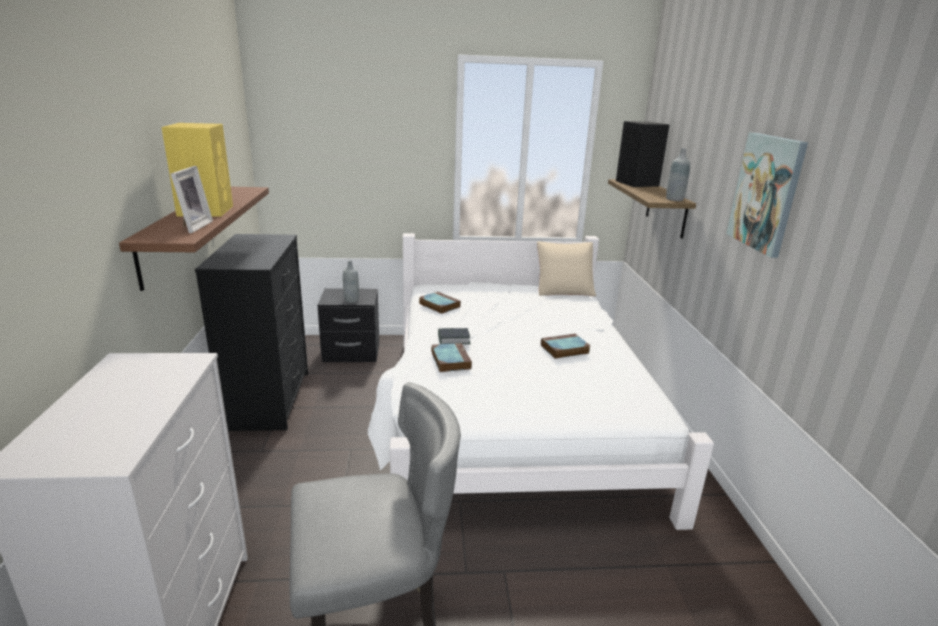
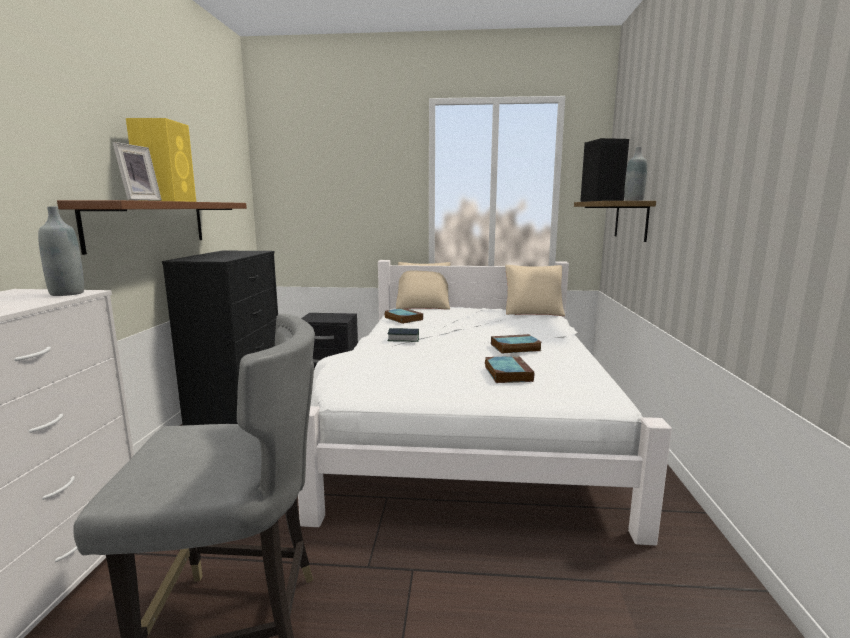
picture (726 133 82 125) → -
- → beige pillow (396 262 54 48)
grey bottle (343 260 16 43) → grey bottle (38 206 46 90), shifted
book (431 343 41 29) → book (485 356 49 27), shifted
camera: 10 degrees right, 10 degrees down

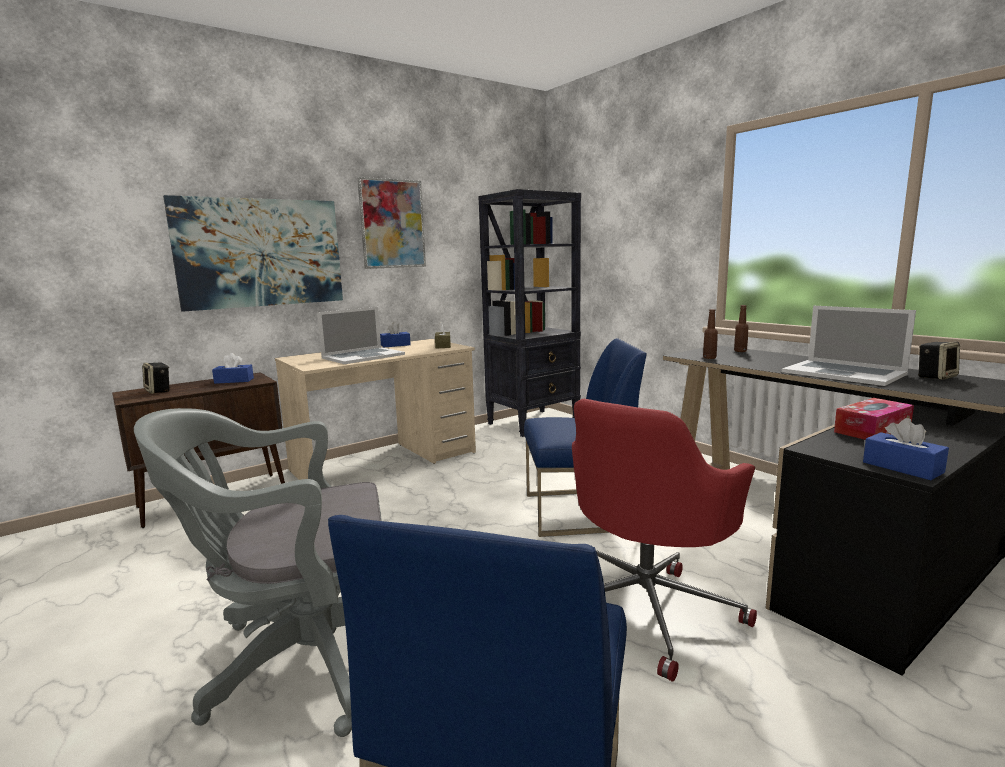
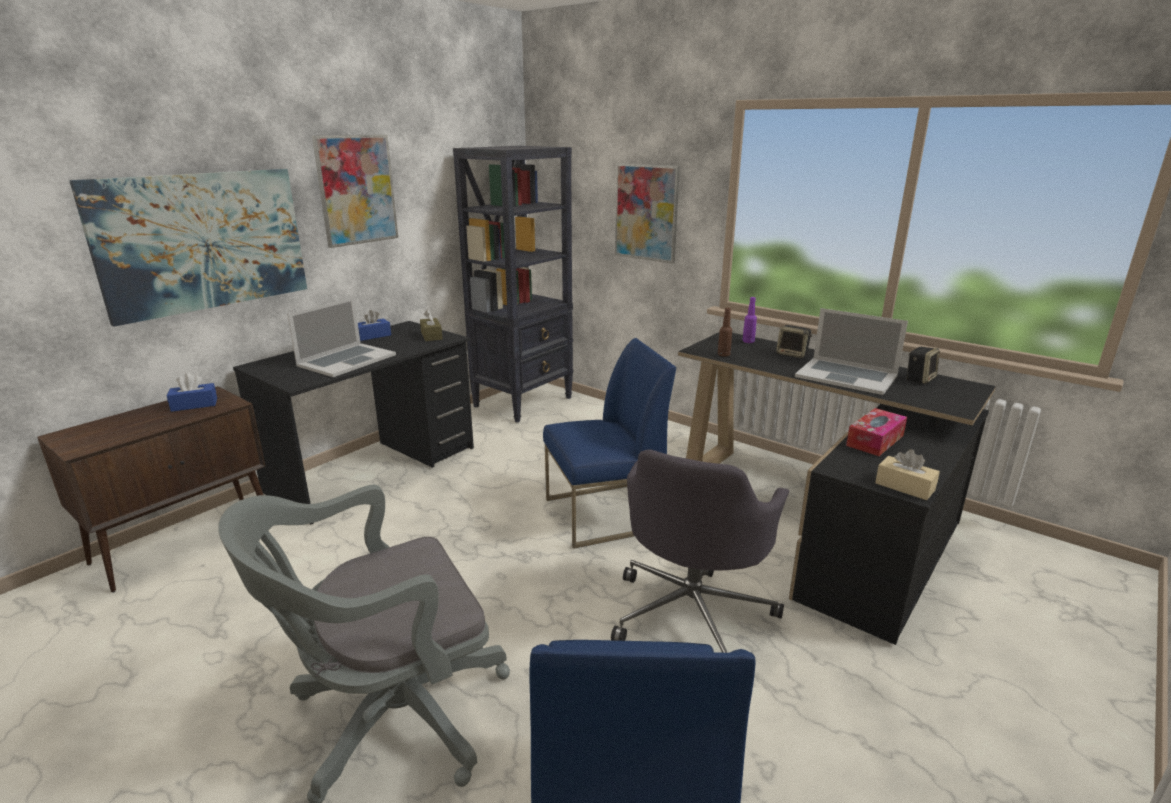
- → picture (615 163 65 101)
speaker (142 363 28 31) → speaker (776 325 37 33), shifted
beige desk (275 339 201 141) → black desk (233 321 241 203)
red office chair (572 399 185 283) → grey office chair (611 449 178 204)
brown bottle (734 305 15 47) → purple bottle (743 297 14 46)
blue tissue box (863 418 86 62) → beige tissue box (875 449 65 51)
camera: 15 degrees left, 10 degrees up

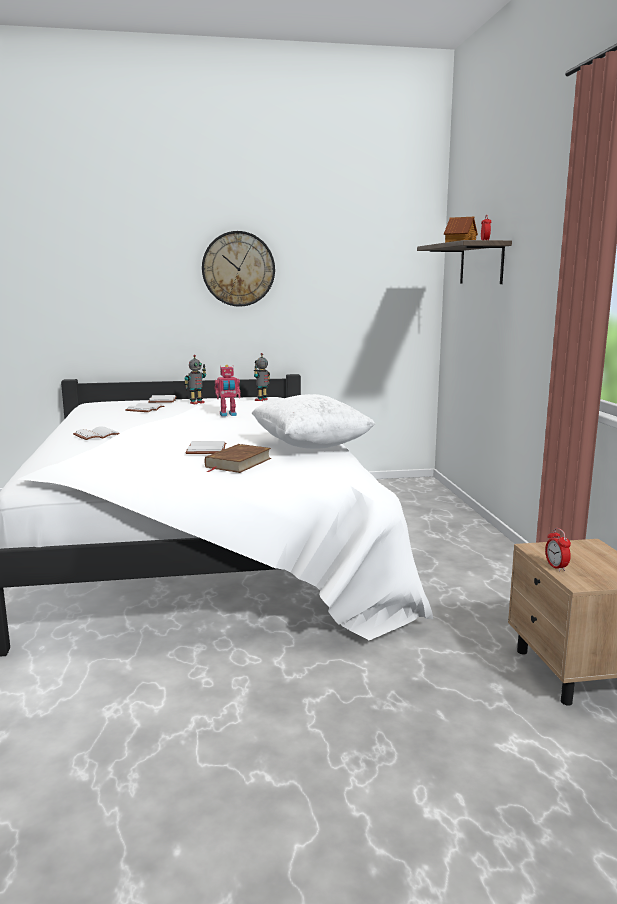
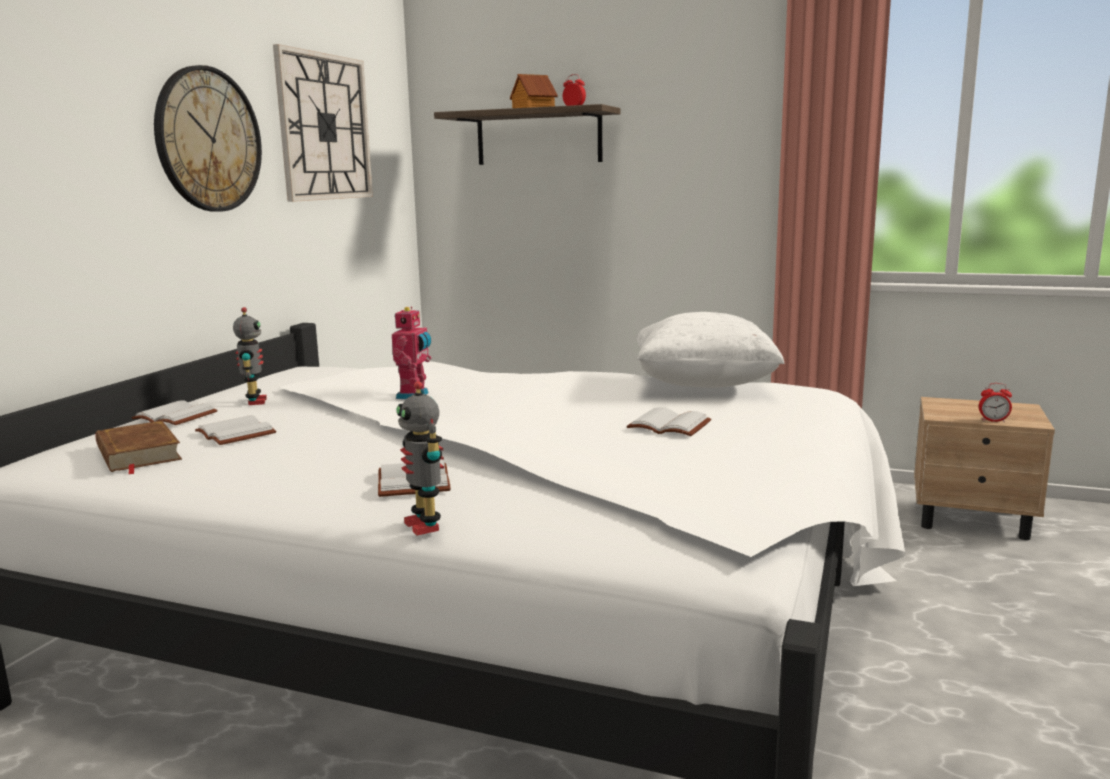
- → wall clock (273 44 100 158)
brown book (205 444 66 29) → brown book (96 421 86 54), shifted
toy robot (254 353 16 48) → toy robot (396 381 48 155), shifted
camera: 60 degrees left, 0 degrees up

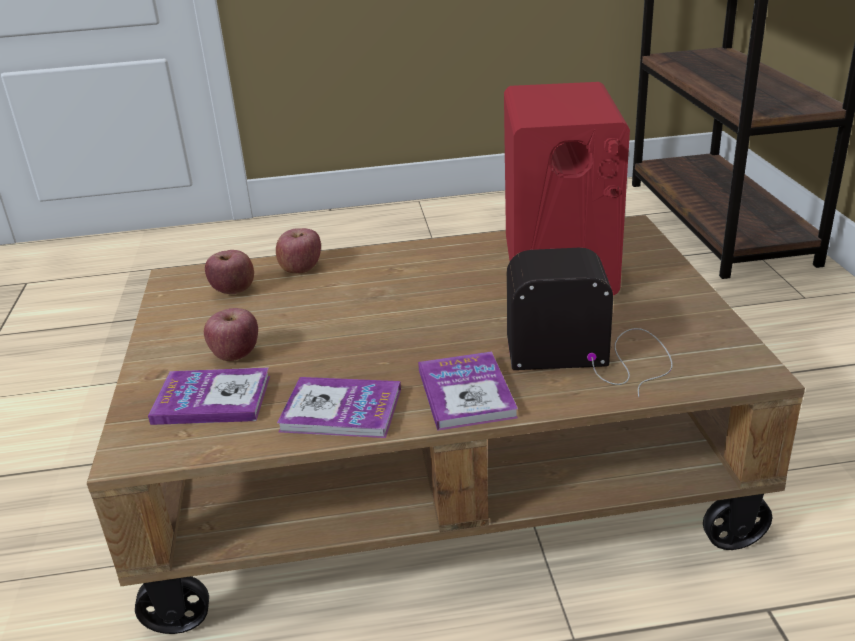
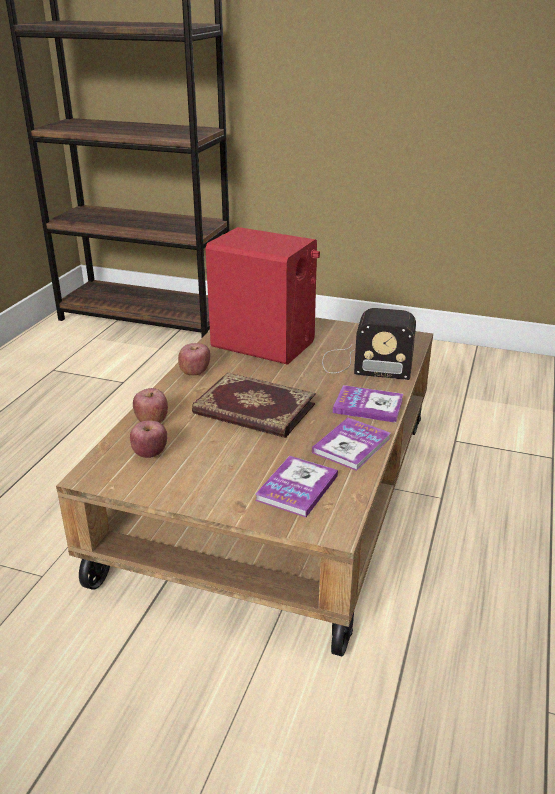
- → book (192 372 123 66)
apple (204 308 54 53) → apple (178 343 32 32), shifted
radio (506 248 167 149) → radio (322 308 94 72), 105 degrees counterclockwise
camera: 65 degrees left, 0 degrees up

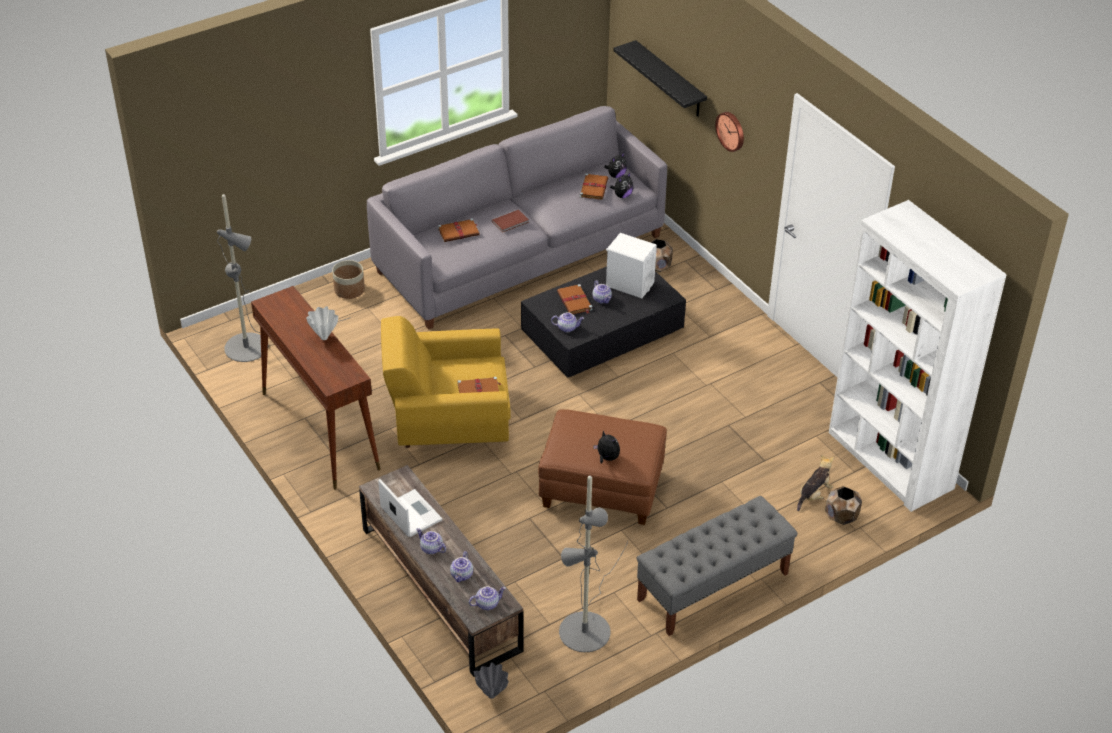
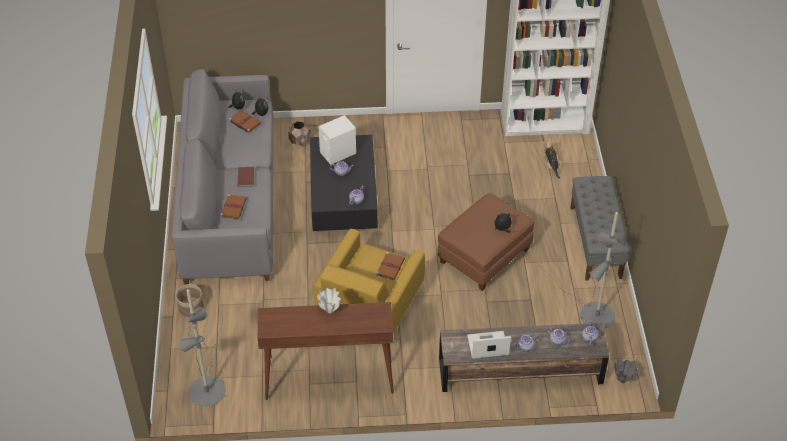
brown book (557 284 36 30) → -
black shelf (613 40 94 77) → -
wall clock (715 112 29 40) → -
brown planter (825 486 37 39) → -
camera: 60 degrees left, 5 degrees up

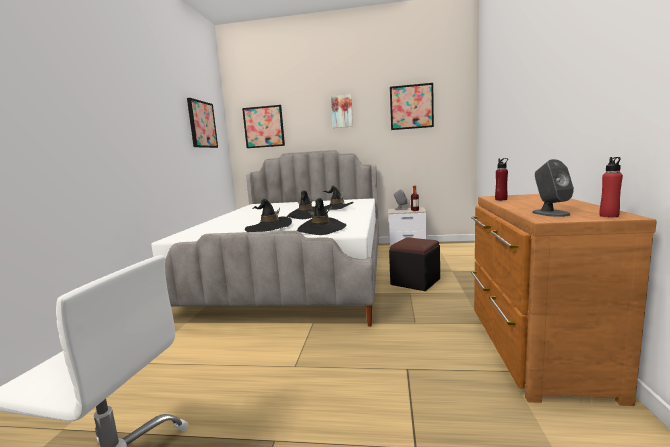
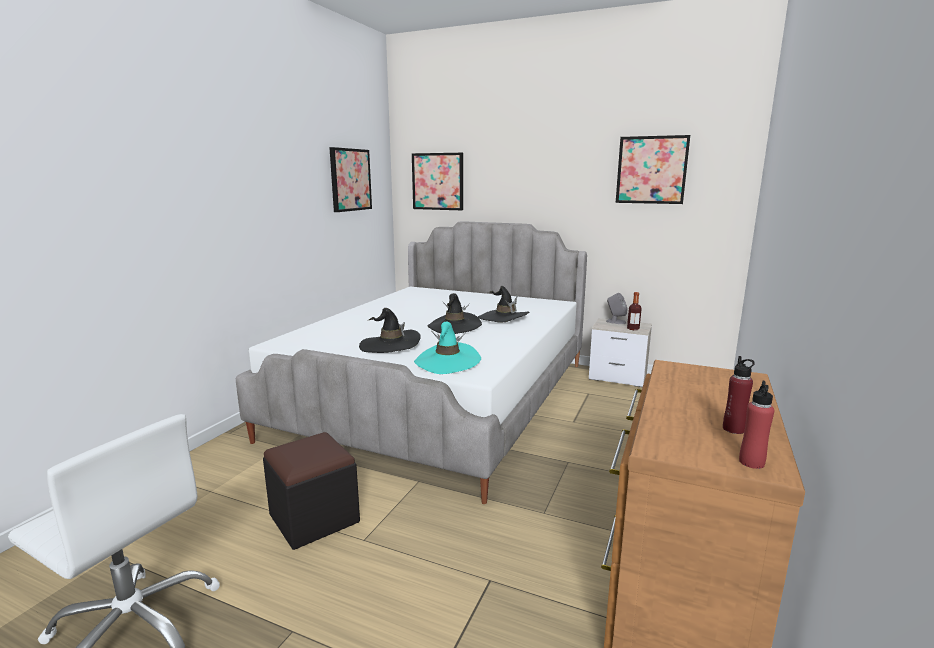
picture (331 94 22 34) → -
grey speaker (532 159 42 58) → -
black ottoman (389 237 51 54) → black ottoman (263 432 97 118), shifted
red bottle (495 158 13 42) → red bottle (723 356 32 78), shifted
black hat (297 198 49 37) → turquoise hat (414 322 67 52)
camera: 15 degrees right, 5 degrees up

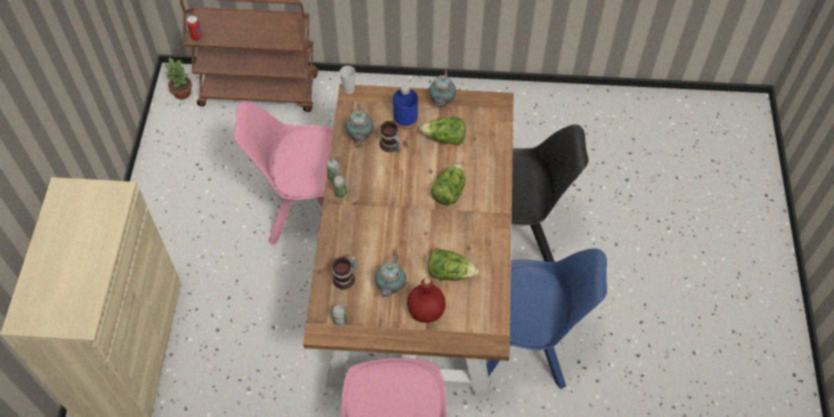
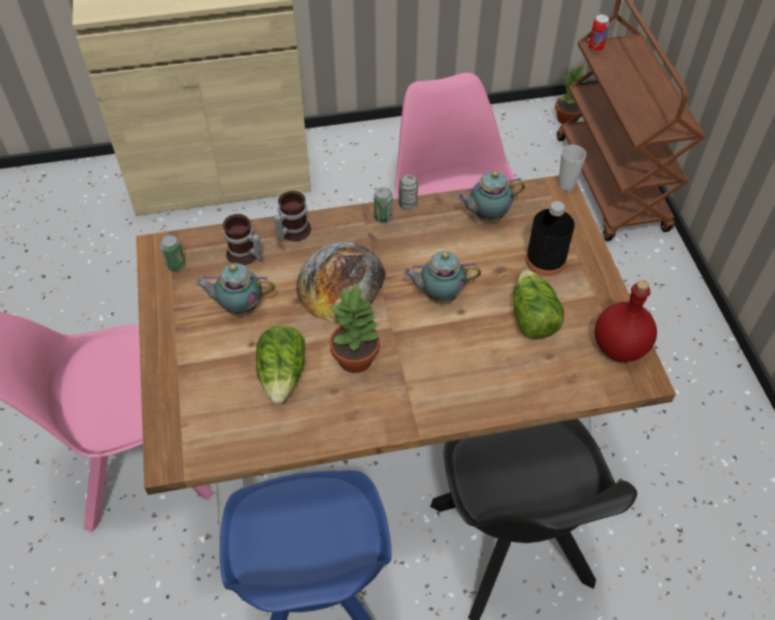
lettuce (431 163 34 42) → -
- → bread (296 241 90 82)
- → potted plant (330 284 51 89)
mug (380 121 21 32) → mug (273 191 38 50), shifted
red bottle (407 277 39 46) → red bottle (595 280 62 82), shifted
teapot (429 70 27 37) → teapot (403 251 78 53), shifted
blue bottle (393 85 25 45) → black bottle (525 201 50 75)
camera: 75 degrees right, 5 degrees down

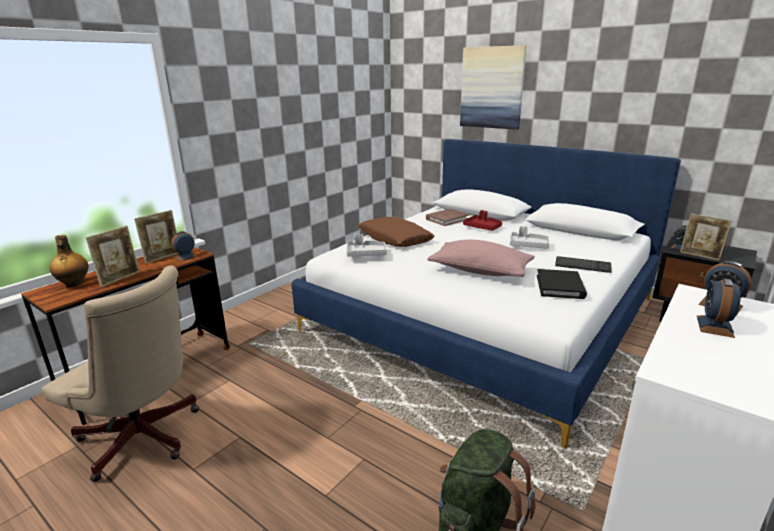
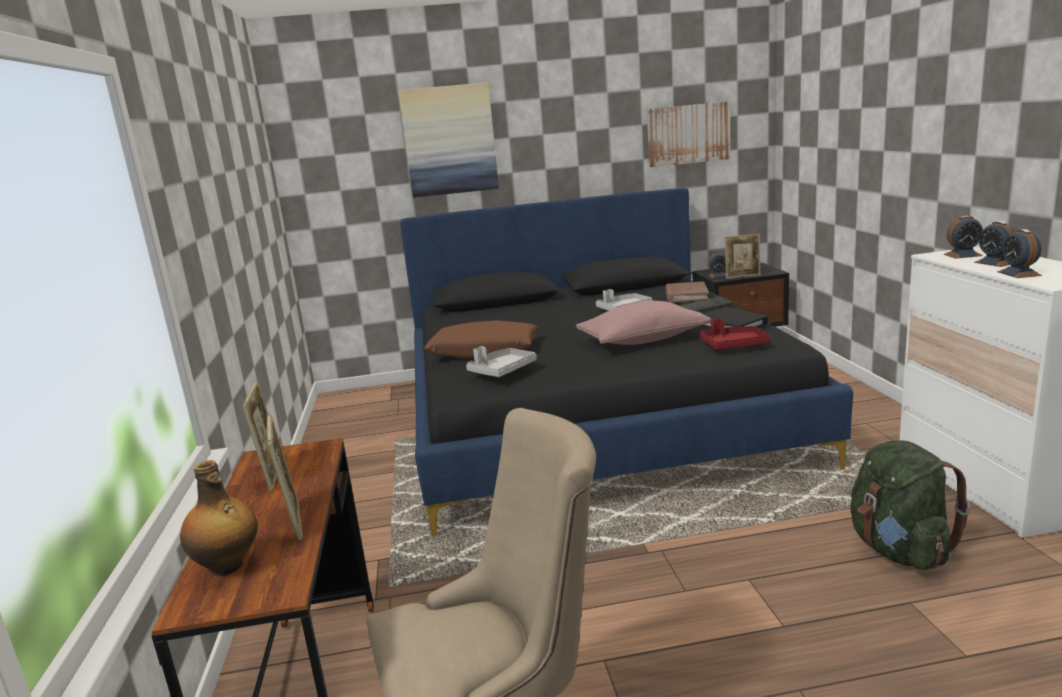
- → picture (647 101 84 66)
alarm clock (171 231 27 31) → alarm clock (997 229 45 49), shifted
brown book (426 209 43 17) → brown book (665 282 44 20), shifted
red tray (463 210 39 21) → red tray (700 318 70 32), shifted
white bed (291 139 390 310) → black bed (400 188 453 348)
camera: 45 degrees left, 5 degrees down

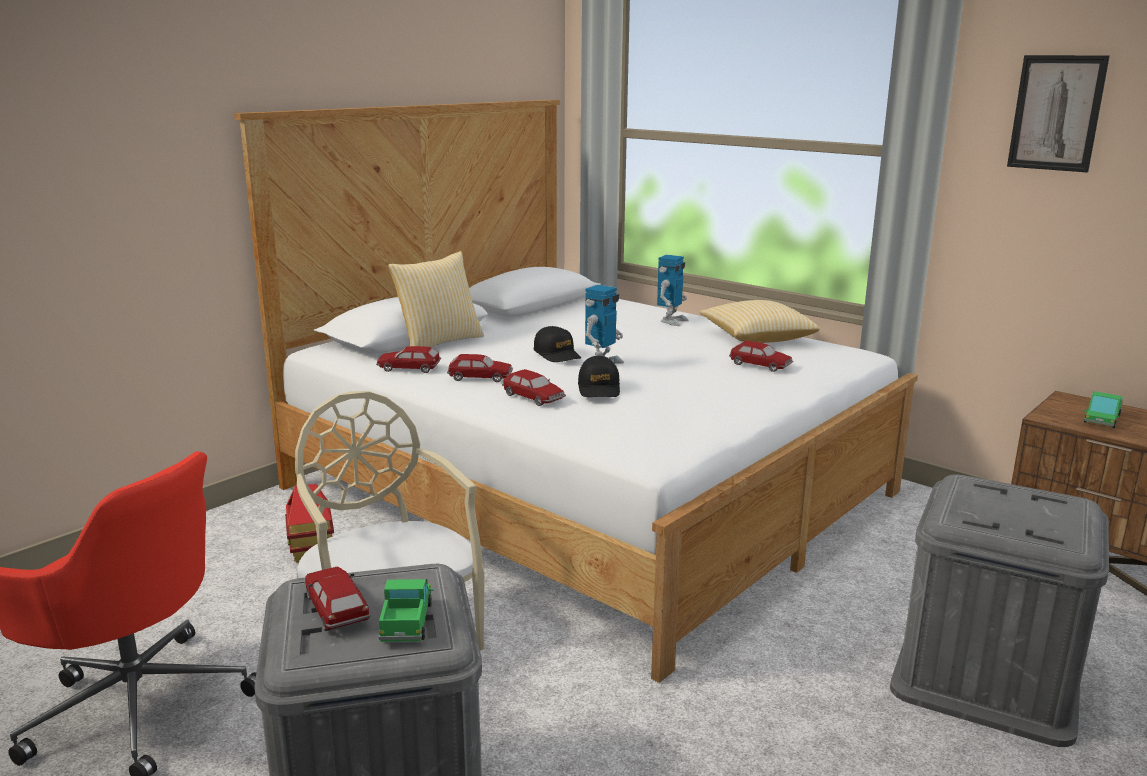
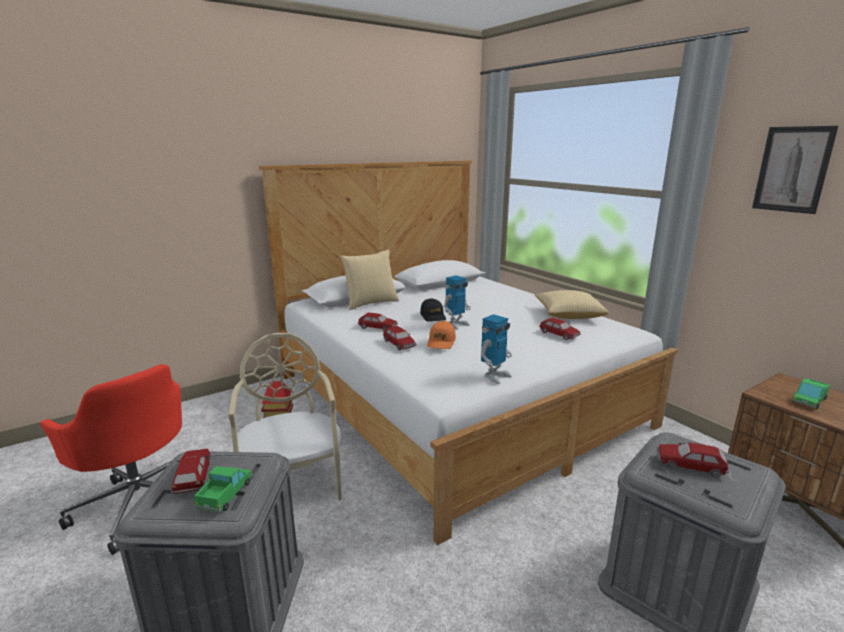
toy car (376 346 65 27) → toy car (657 443 72 35), shifted
toy robot (657 255 32 71) → toy robot (481 314 31 70), shifted
black cap (578 356 42 41) → orange cap (427 321 29 28)
camera: 15 degrees right, 0 degrees up

